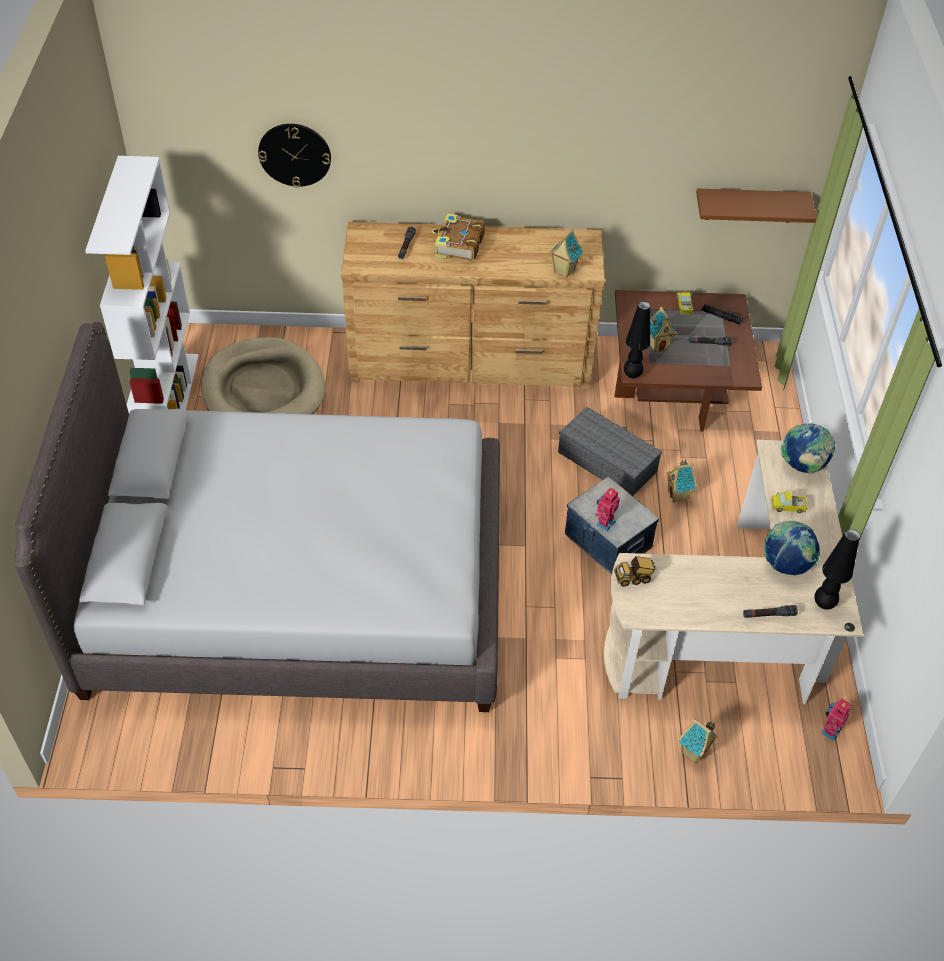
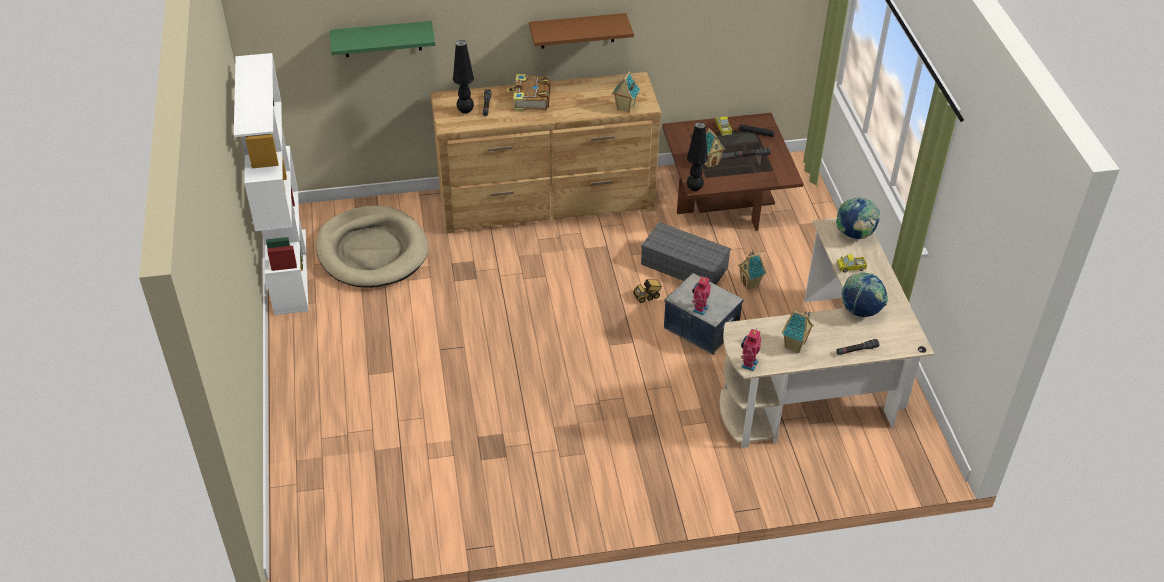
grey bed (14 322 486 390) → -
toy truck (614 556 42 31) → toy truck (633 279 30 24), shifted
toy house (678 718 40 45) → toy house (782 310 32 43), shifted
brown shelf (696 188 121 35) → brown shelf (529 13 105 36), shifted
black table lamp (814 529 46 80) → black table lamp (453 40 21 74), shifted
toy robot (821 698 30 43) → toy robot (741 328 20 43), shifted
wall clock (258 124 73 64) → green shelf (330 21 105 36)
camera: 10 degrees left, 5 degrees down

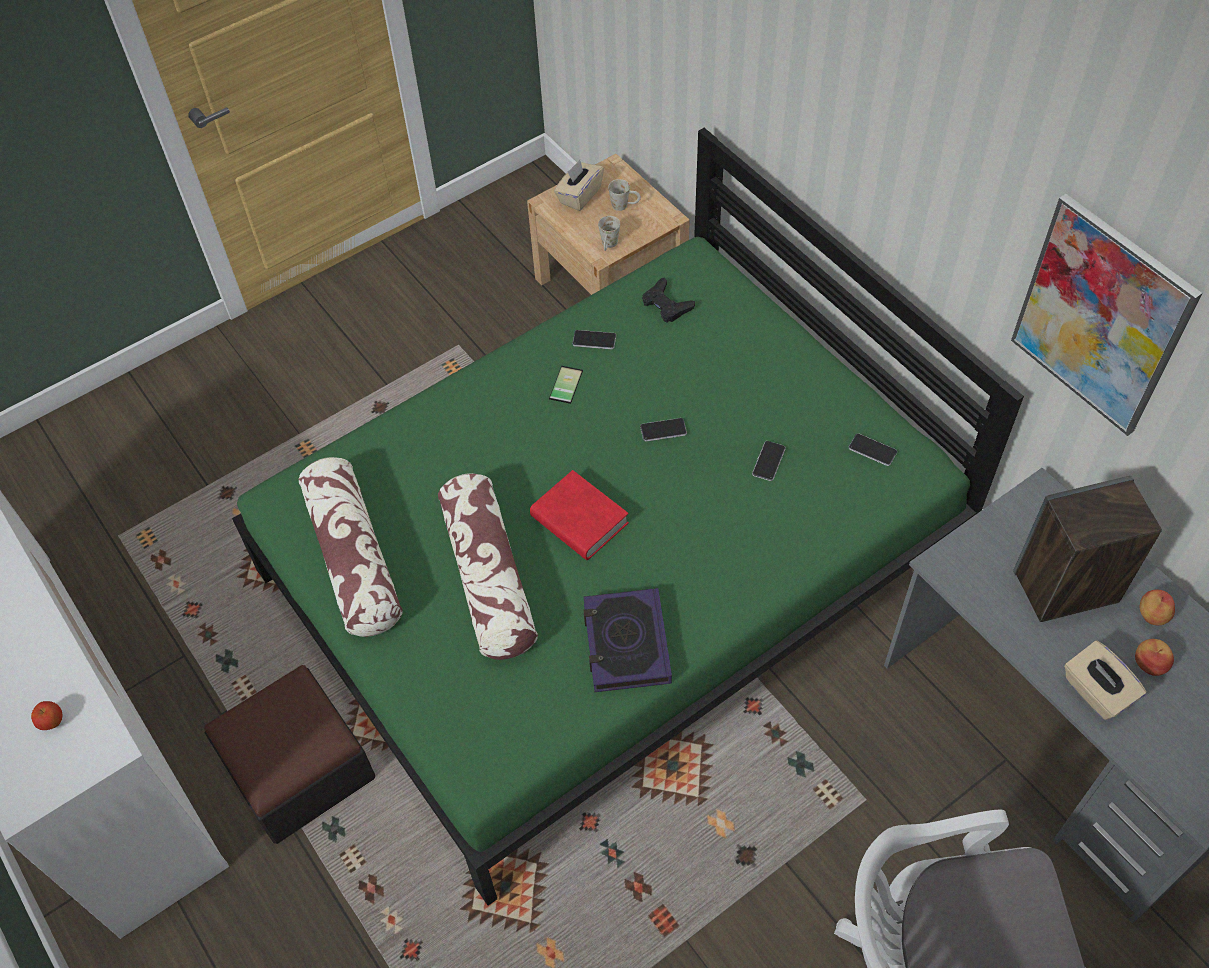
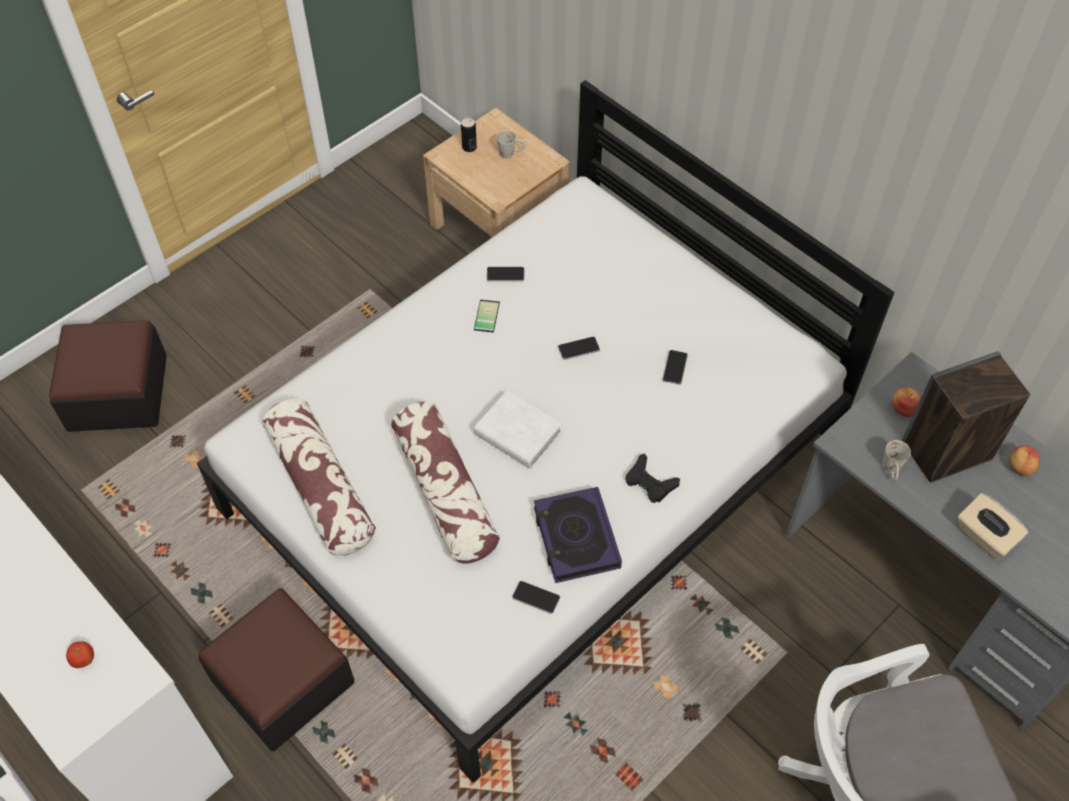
picture (1011 194 191 242) → -
- → ottoman (49 320 118 112)
white mug (598 216 22 35) → white mug (882 440 29 41), shifted
black game controller (642 277 53 46) → black game controller (626 453 54 50), shifted
phone (848 433 49 33) → phone (512 581 48 33), shifted
apple (1135 639 39 37) → apple (892 387 29 30), shifted
beige tissue box (554 160 50 51) → can (461 117 16 35)
green bed (232 128 792 778) → white bed (197 80 697 703)
red book (530 470 99 90) → white book (474 391 88 78)
camera: 10 degrees left, 0 degrees up

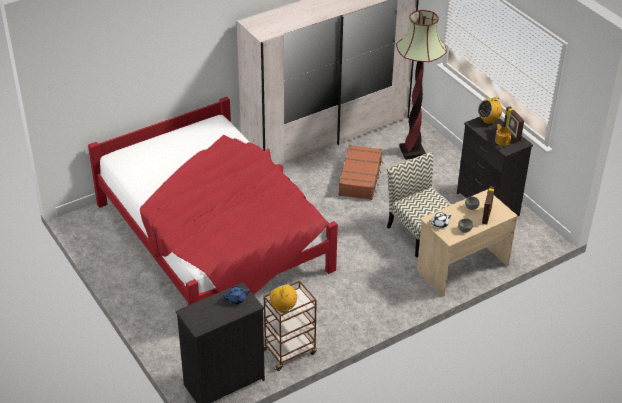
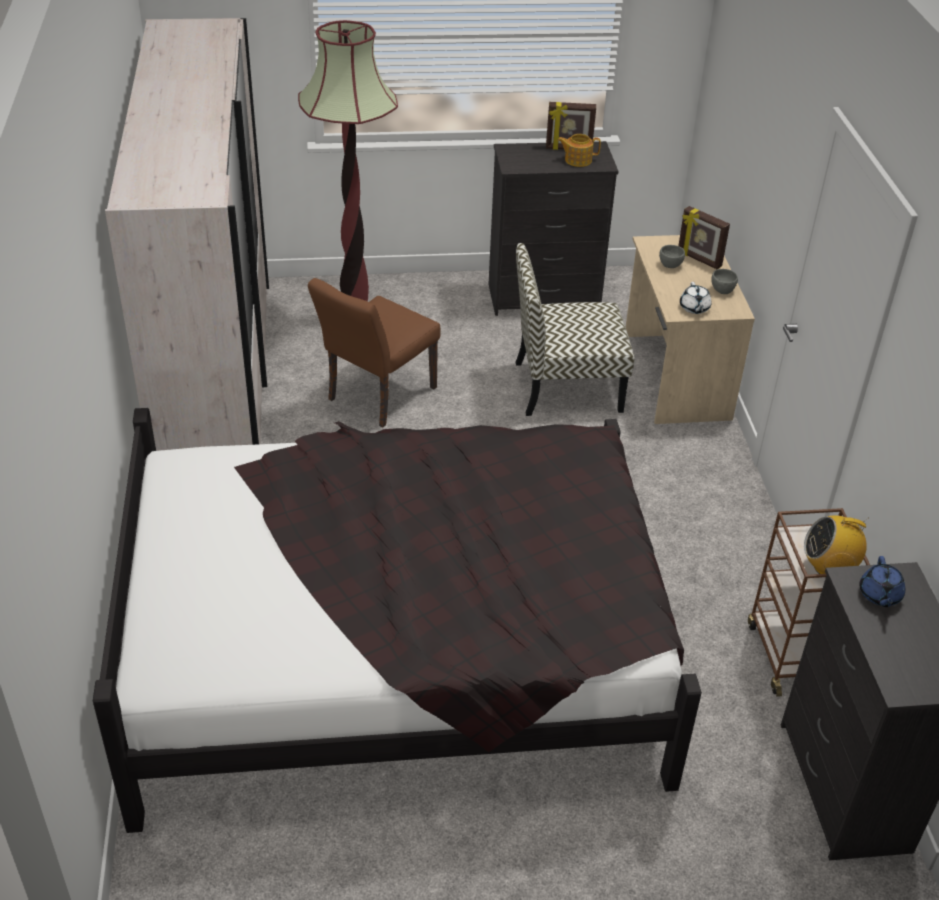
radio (478 97 24 27) → -
brown suitcase (338 145 45 55) → brown chair (308 278 132 149)
red bed (88 97 250 208) → black bed (93 408 609 425)
camera: 65 degrees left, 0 degrees up

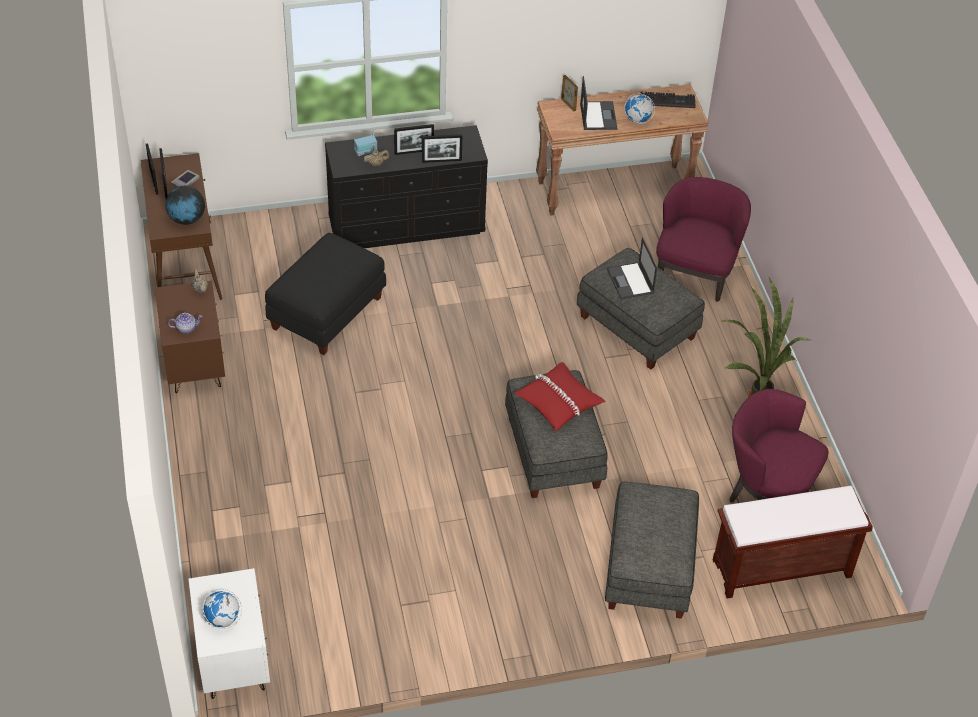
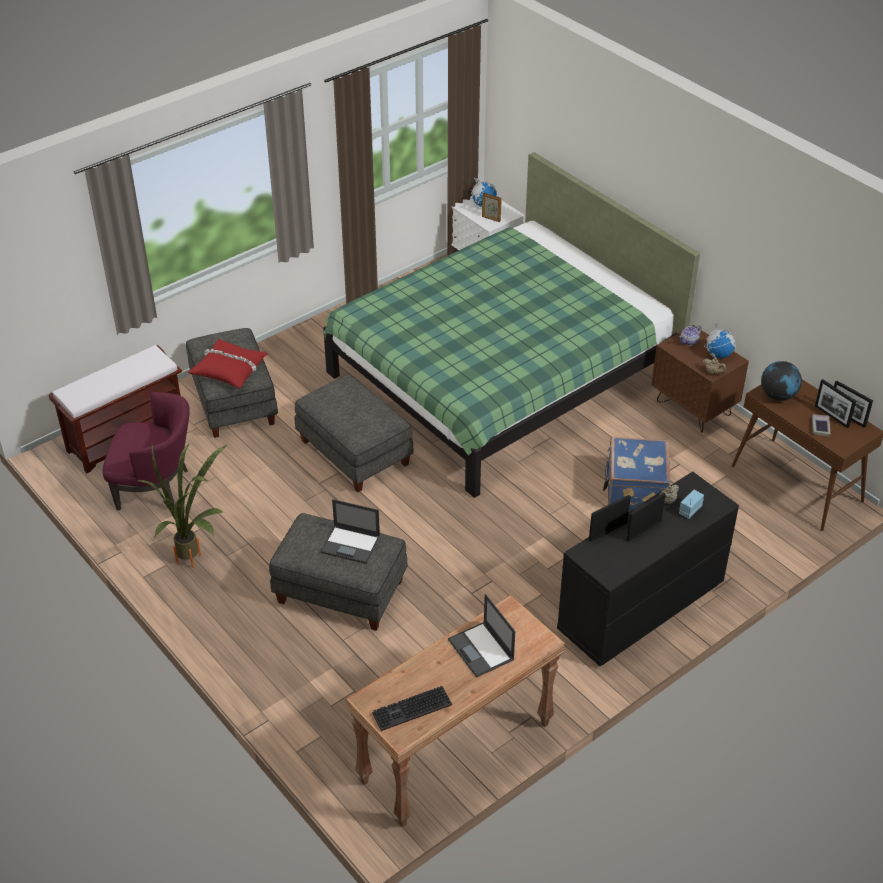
purple armchair (656 177 95 125) → -
- → green bed (323 152 377 346)
red pillow (514 362 92 69) → red pillow (188 339 80 50), shifted
picture frame (561 75 17 36) → picture frame (482 193 20 29), shifted
globe (624 93 31 30) → globe (704 322 32 37), shifted
black ottoman (265 233 121 122) → blue suitcase (603 437 67 74)
laptop (607 237 50 62) → laptop (321 499 59 65), 150 degrees clockwise
camera: 155 degrees right, 5 degrees down

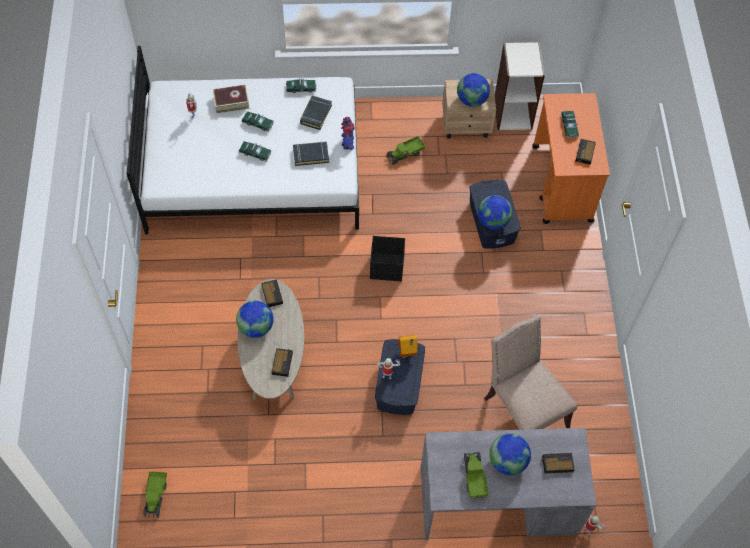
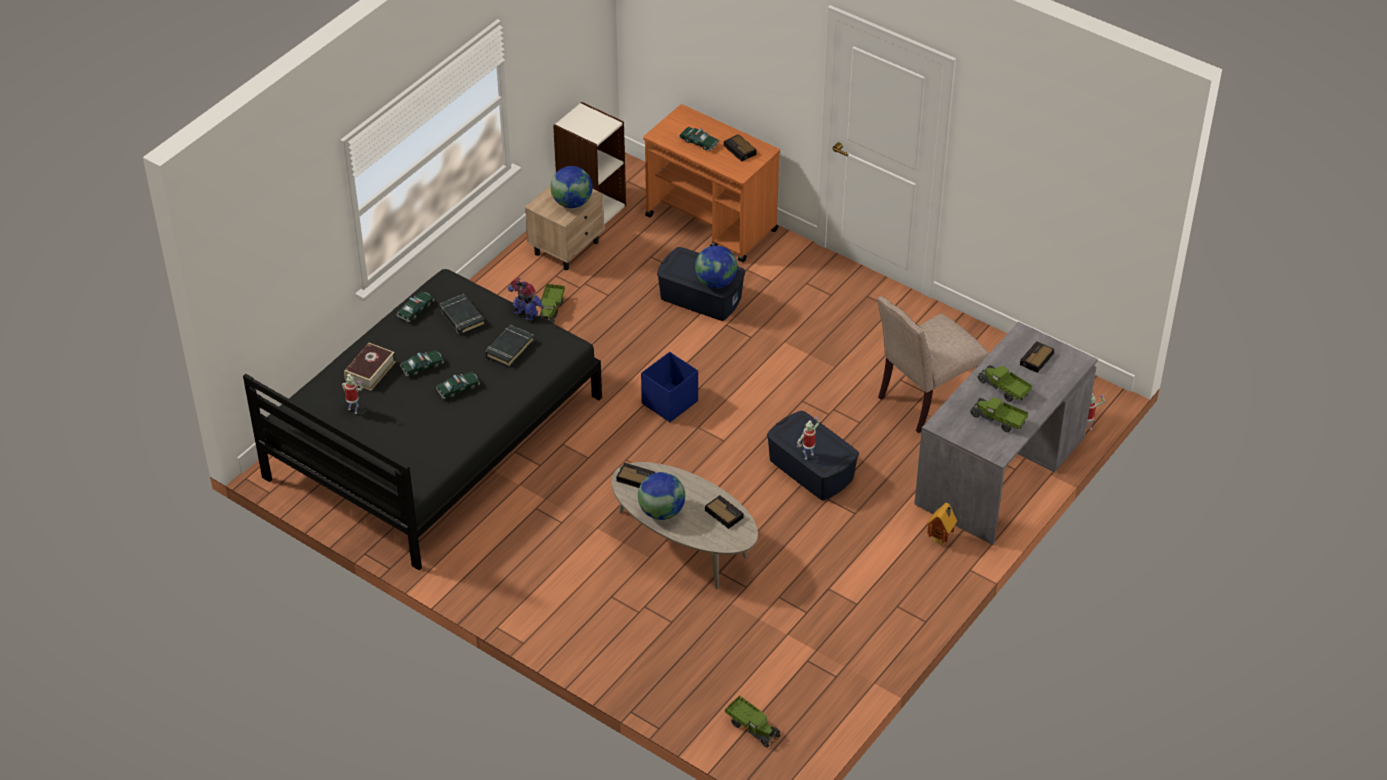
toy house (398 335 19 23) → toy house (926 503 31 42), shifted
globe (489 433 42 42) → toy truck (977 365 55 37)
white bed (126 46 233 189) → black bed (243 269 359 301)
black storage box (370 236 35 45) → blue storage box (641 352 57 70)
beige chair (484 315 93 115) → beige chair (877 296 112 137), 45 degrees counterclockwise
camera: 50 degrees left, 15 degrees down

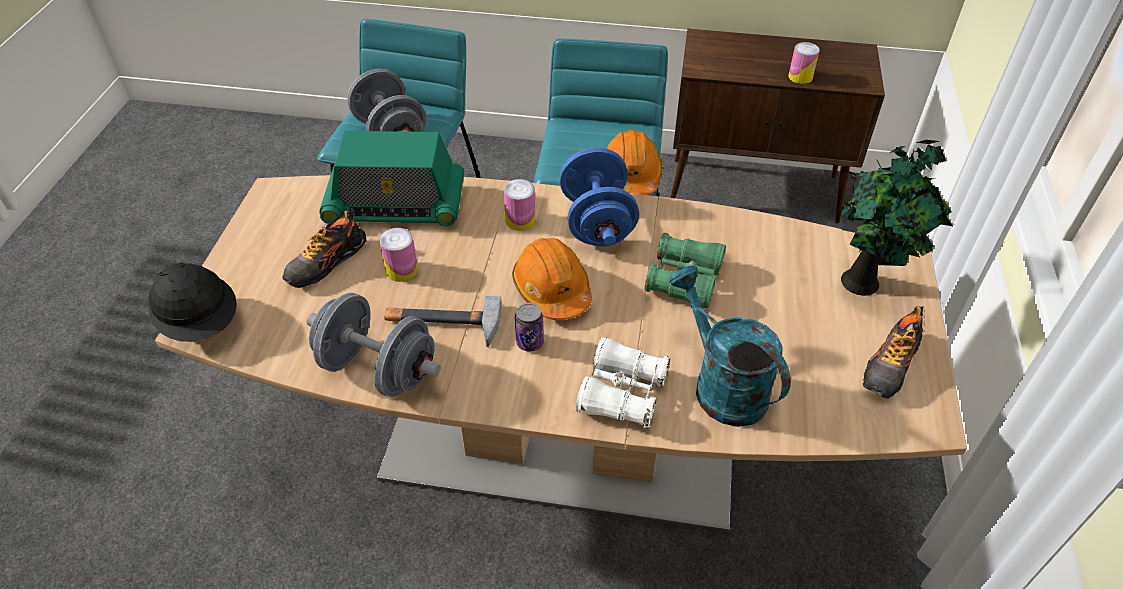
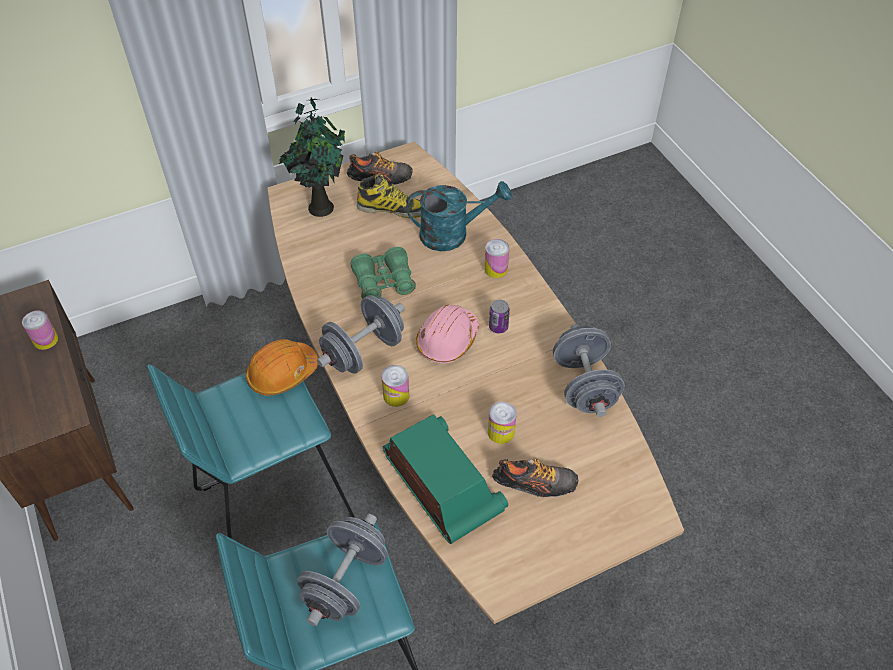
black hard hat (149 262 88 80) → -
hammer (384 296 118 51) → -
- → boot (357 174 64 44)
white binoculars (576 337 94 92) → can (484 239 25 39)
orange hard hat (512 238 80 82) → pink hard hat (416 305 63 58)
blue dumbbell (559 148 80 99) → grey dumbbell (317 295 88 79)
turquoise watering can (669 266 122 161) → turquoise watering can (406 181 105 70), 120 degrees counterclockwise
camera: 125 degrees left, 5 degrees up

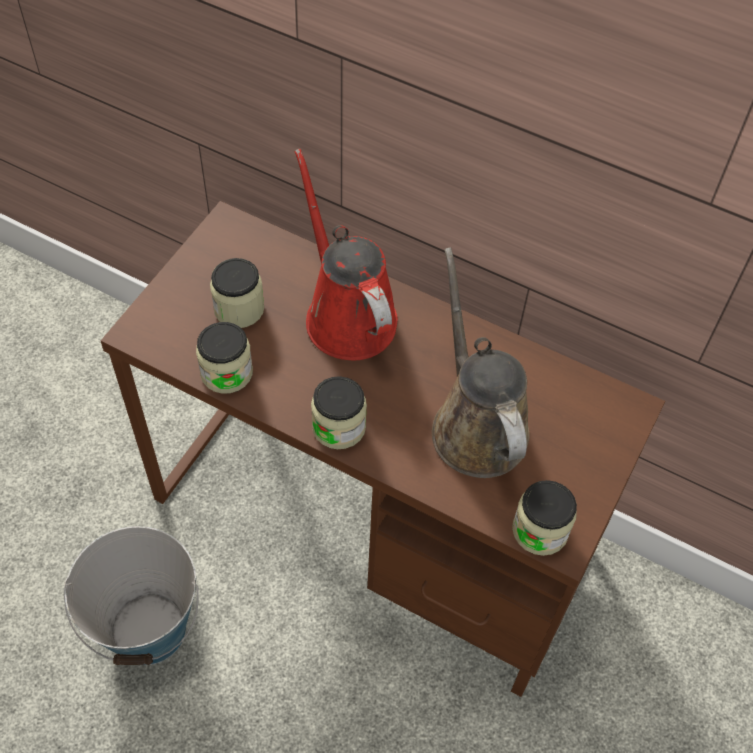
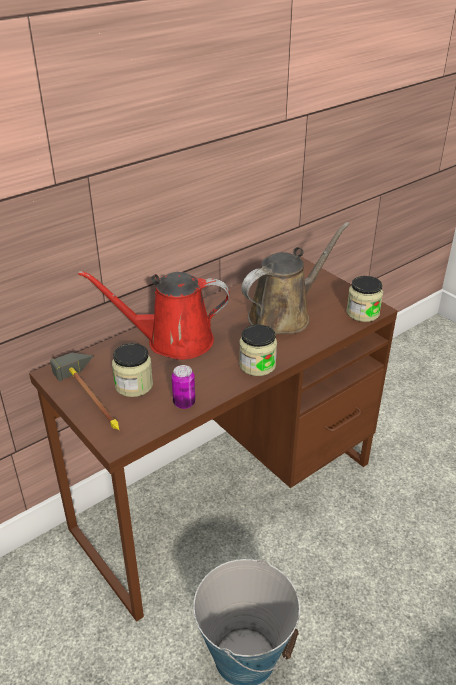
- → hammer (50 353 69 77)
jar (196 322 57 72) → can (172 365 23 44)
brown watering can (432 247 98 231) → brown watering can (241 222 109 113), 135 degrees clockwise
camera: 65 degrees left, 20 degrees down

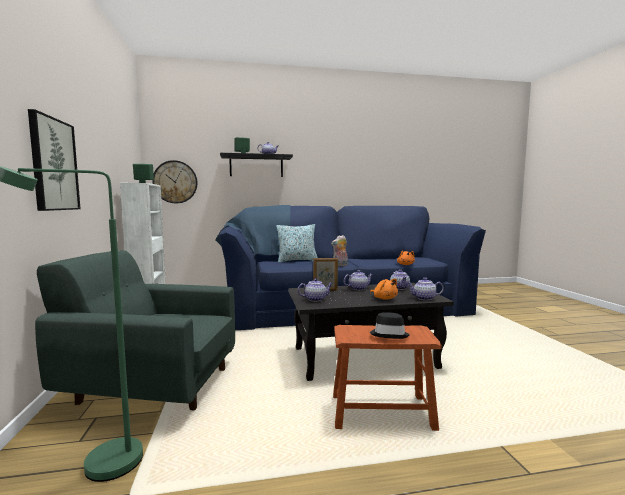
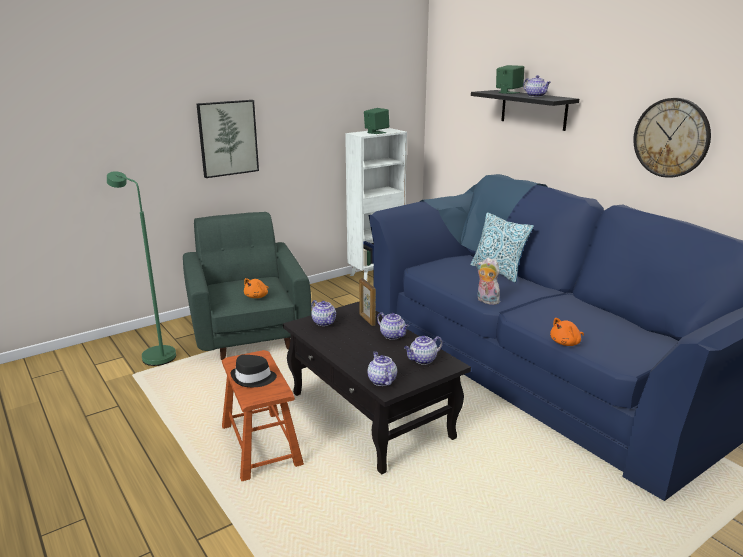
wall clock (152 160 45 43) → wall clock (633 98 78 80), shifted
orange plush toy (370 279 28 21) → orange plush toy (244 278 25 20), shifted
camera: 65 degrees right, 15 degrees up

